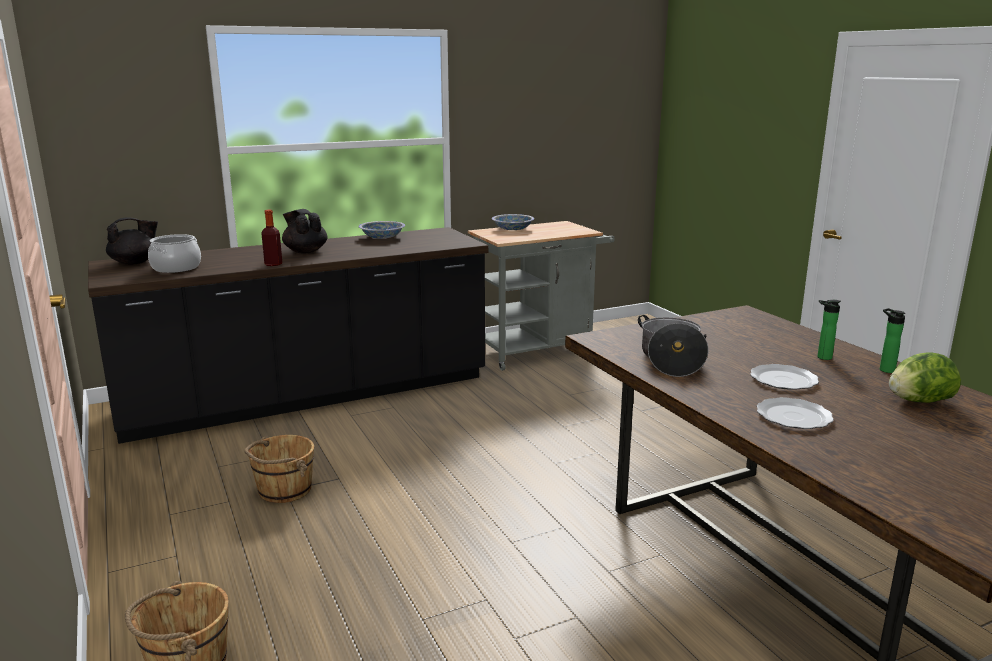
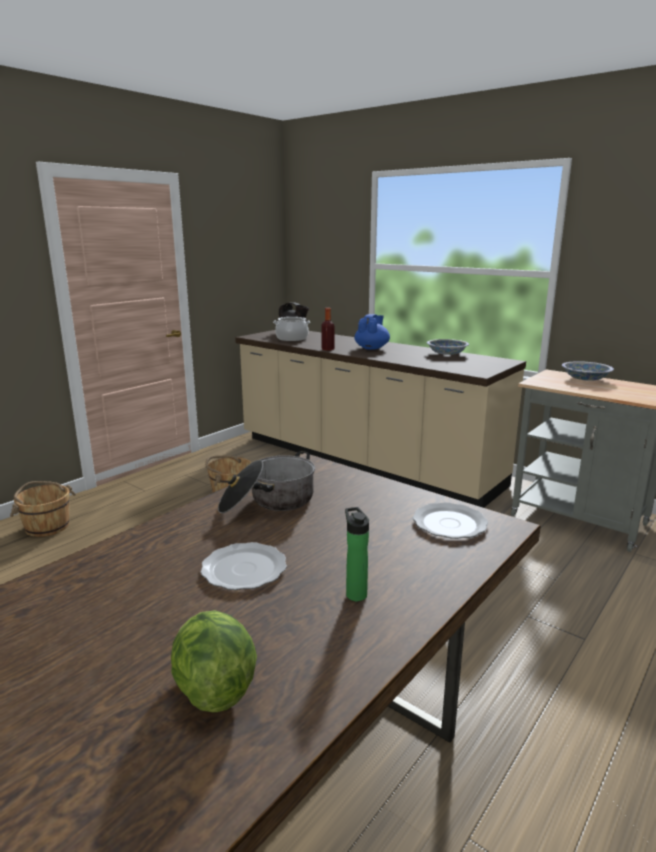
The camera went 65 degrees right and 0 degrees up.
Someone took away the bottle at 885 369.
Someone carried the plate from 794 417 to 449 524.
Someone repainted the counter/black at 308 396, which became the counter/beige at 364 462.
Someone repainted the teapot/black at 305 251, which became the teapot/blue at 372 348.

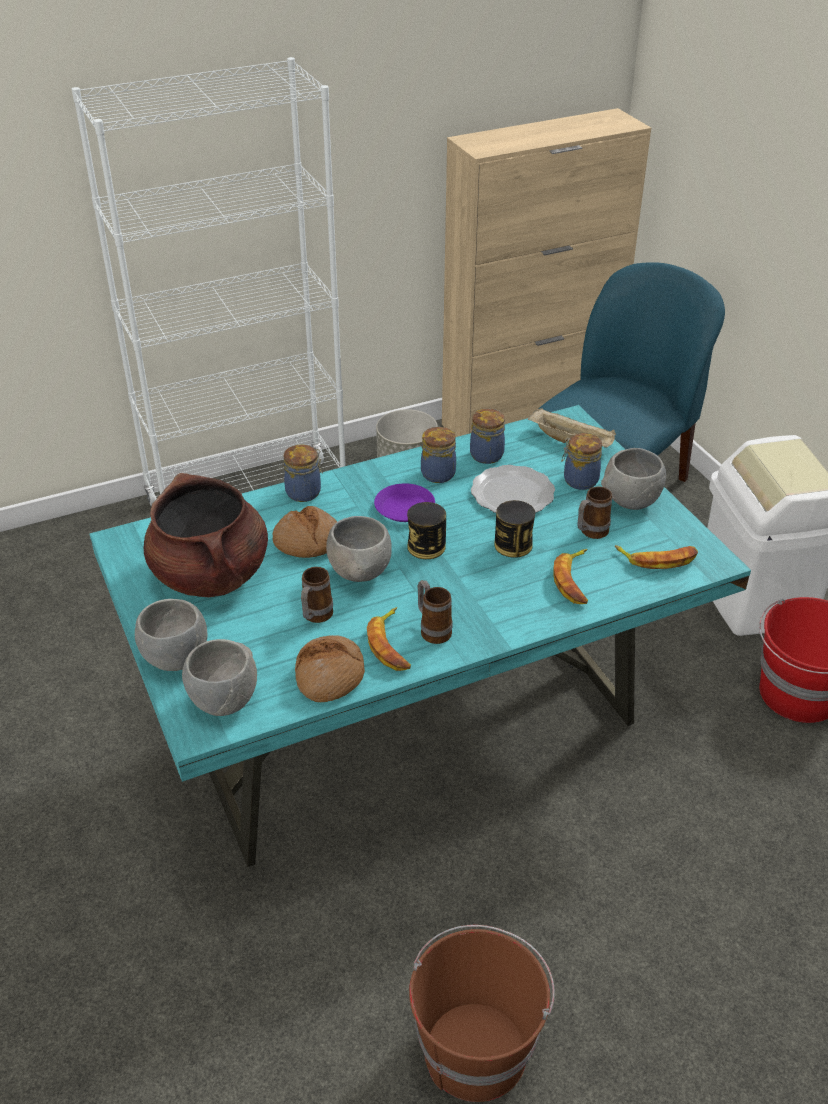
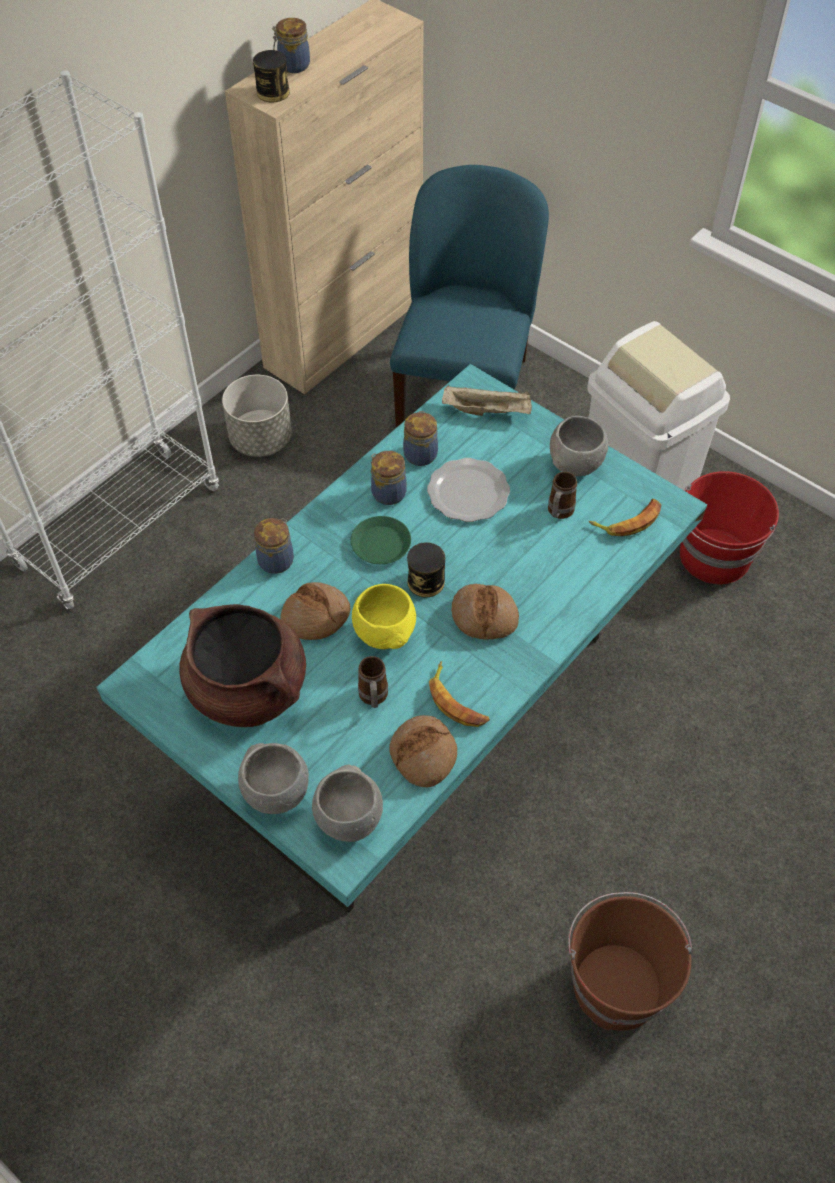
The camera went 25 degrees left and 15 degrees up.
Someone took away the mug at 432 630.
Someone took away the banana at 574 581.
Someone put down the bread at 484 616.
Someone carried the can from 513 545 to 273 92.
Someone carried the jar from 579 480 to 292 65.
Someone repainted the bowl/grey at 360 575, which became the bowl/yellow at 385 636.
Someone repainted the plate/purple at 405 508, which became the plate/green at 381 544.

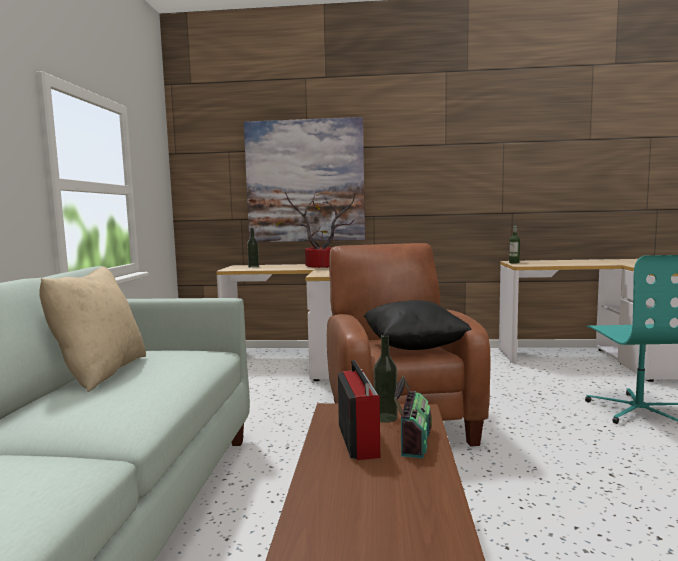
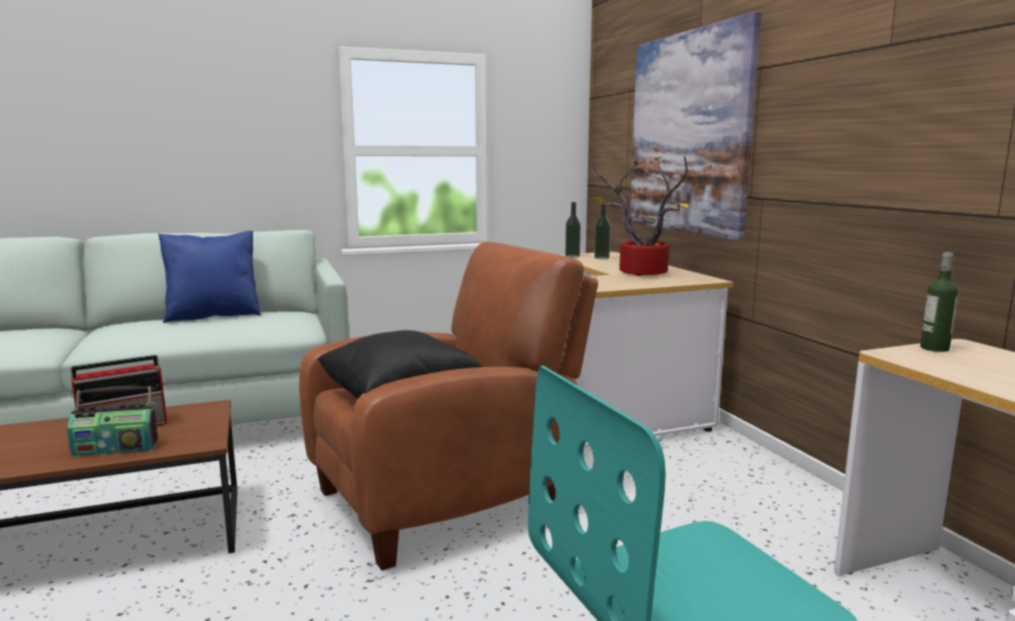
The camera went 65 degrees right and 5 degrees up.
Someone carried the bottle from 385 417 to 572 256.
Someone repainted the pillow/beige at 100 373, which became the pillow/blue at 214 316.

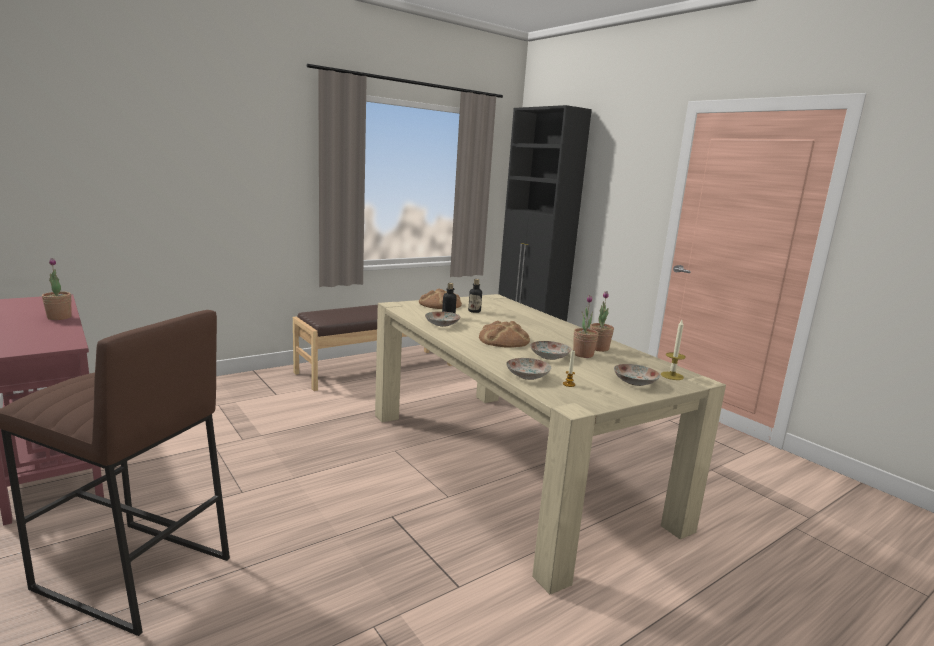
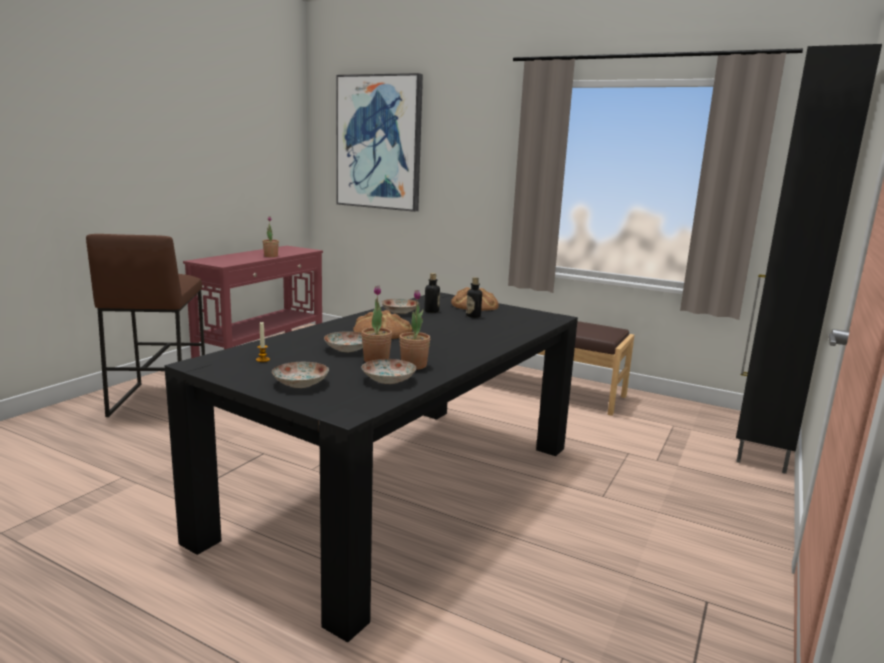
The camera went 65 degrees right and 0 degrees up.
Someone took away the candle at 672 376.
Someone put up the picture at 379 143.
Someone carried the plate from 527 376 to 389 380.
Someone repainted the dining table/beige at 510 465, which became the dining table/black at 402 489.

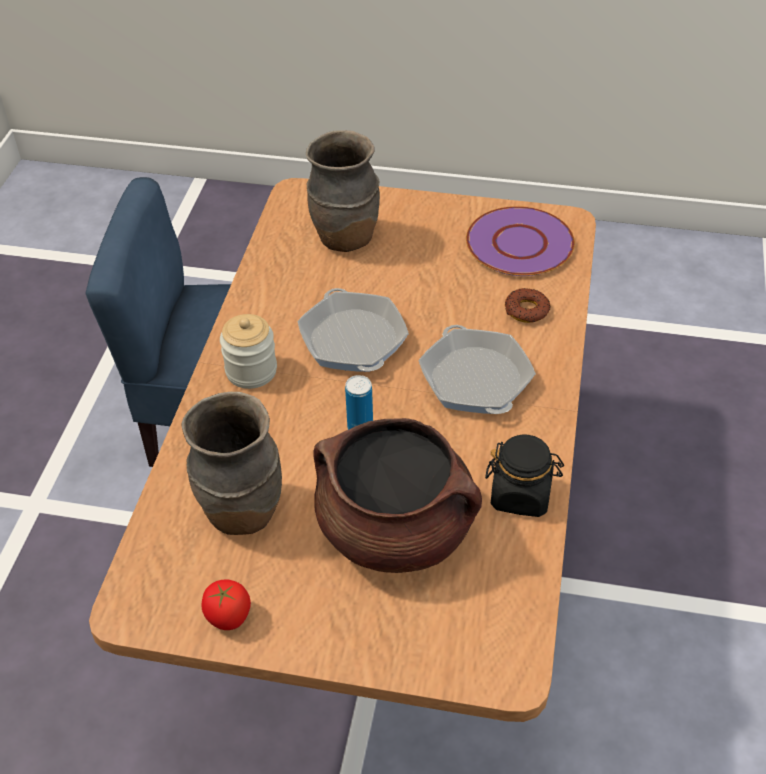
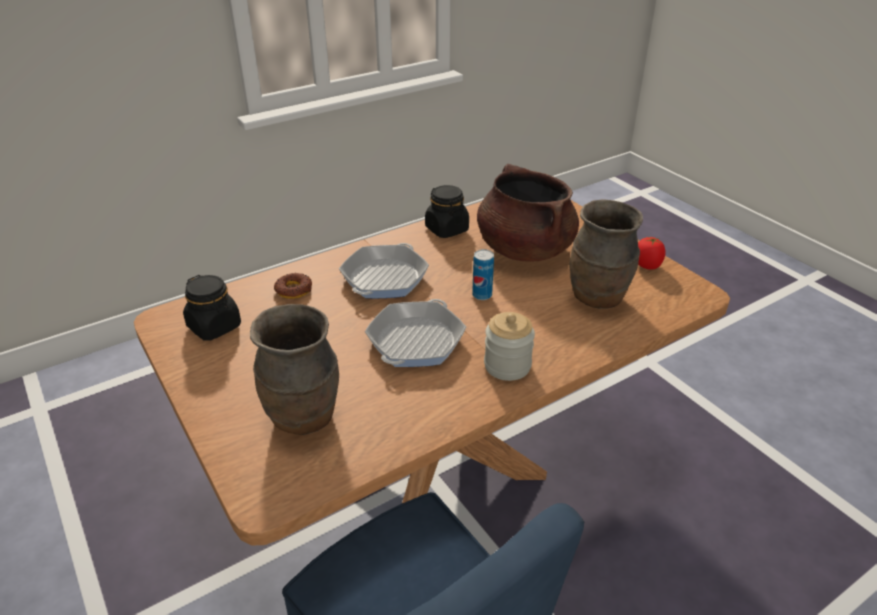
The camera went 135 degrees left and 10 degrees down.
Someone swapped the plate/purple at 520 243 for the jar/black at 215 327.

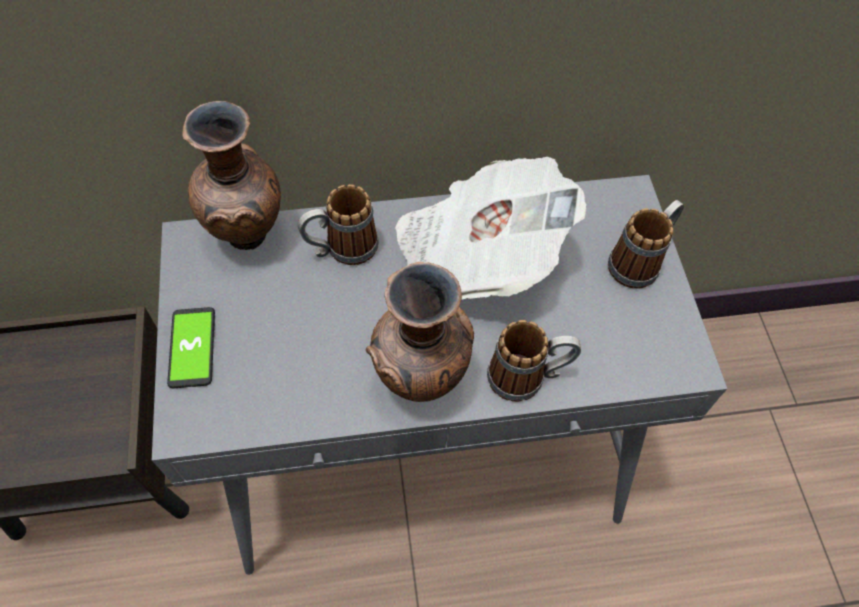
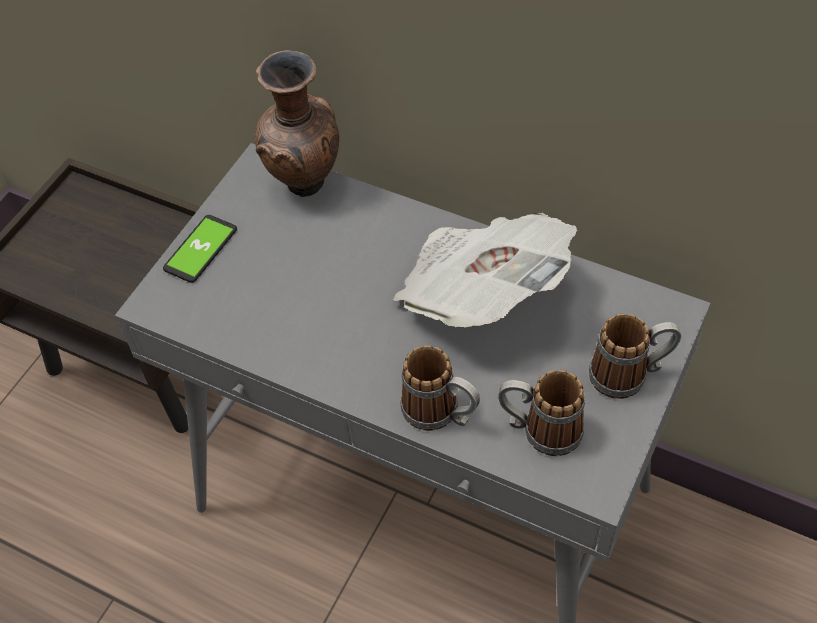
The camera went 40 degrees right and 5 degrees down.
Someone took away the vase/brown at 420 385.
Someone carried the mug from 341 249 to 540 430.

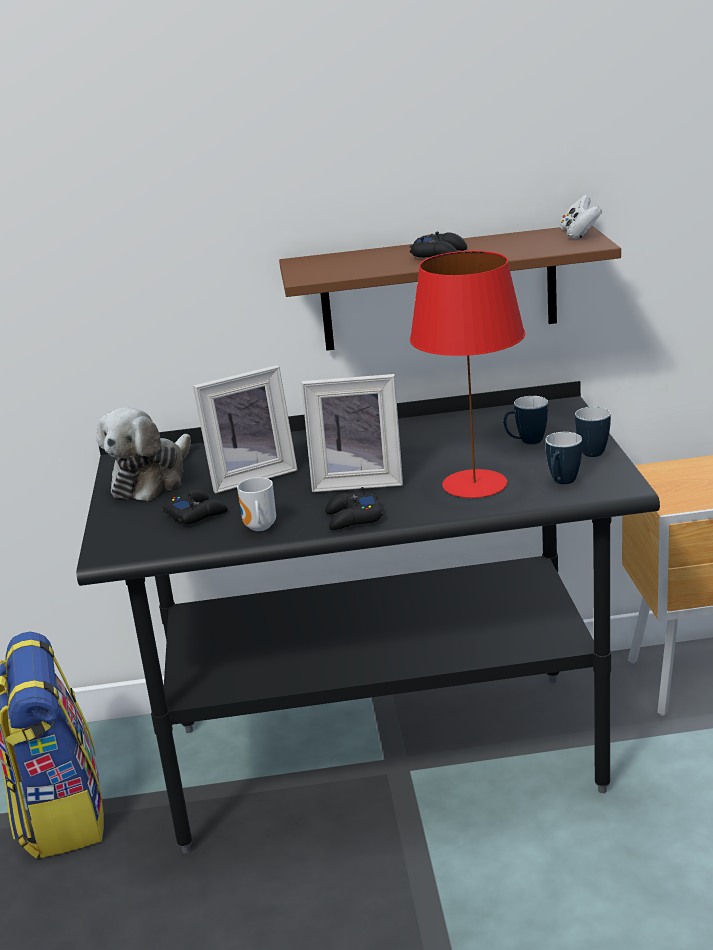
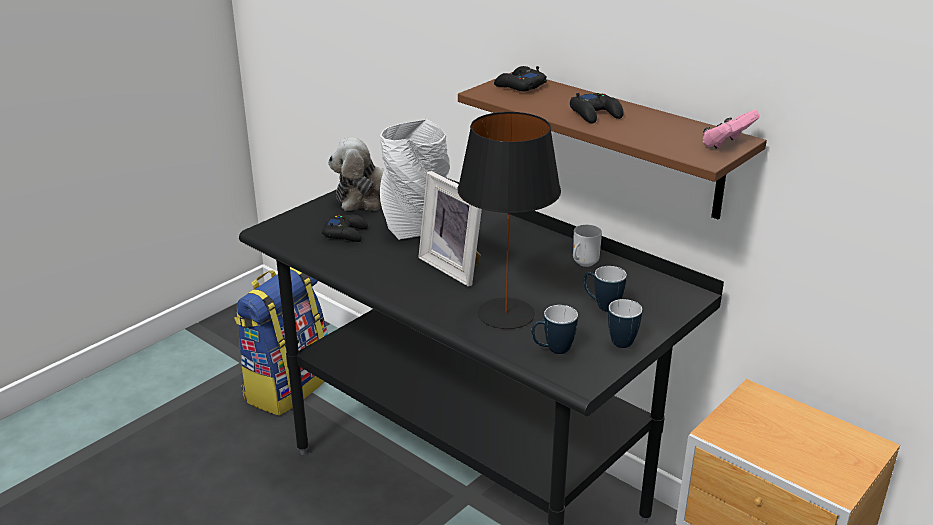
The camera went 45 degrees right and 5 degrees up.
Someone carried the mug from 258 528 to 583 263.
Someone carried the game controller/black from 353 518 to 519 86.
Someone swapped the picture frame at 250 476 for the vase/grey at 417 226.
Someone repainted the table lamp/red at 476 484, which became the table lamp/black at 507 314.
Someone repainted the game controller/white at 579 234, which became the game controller/pink at 726 145.

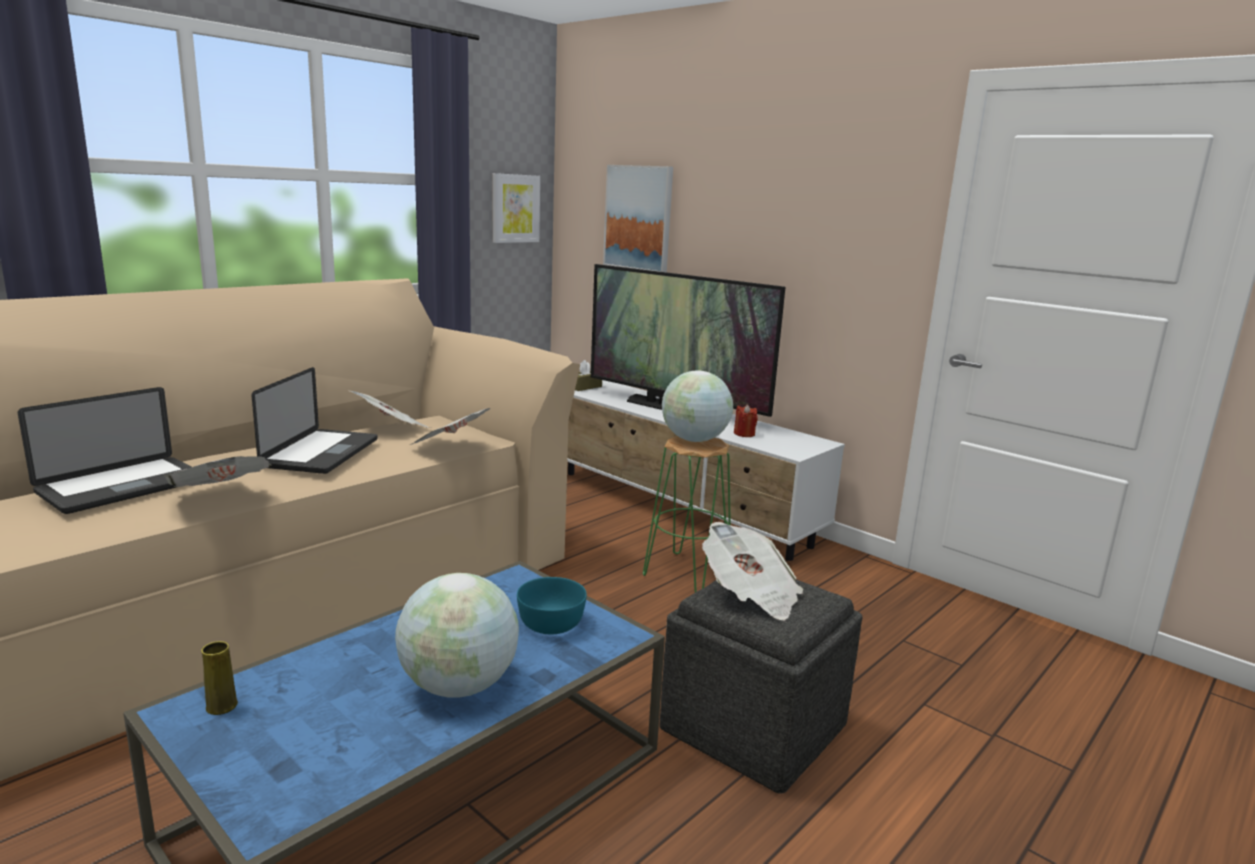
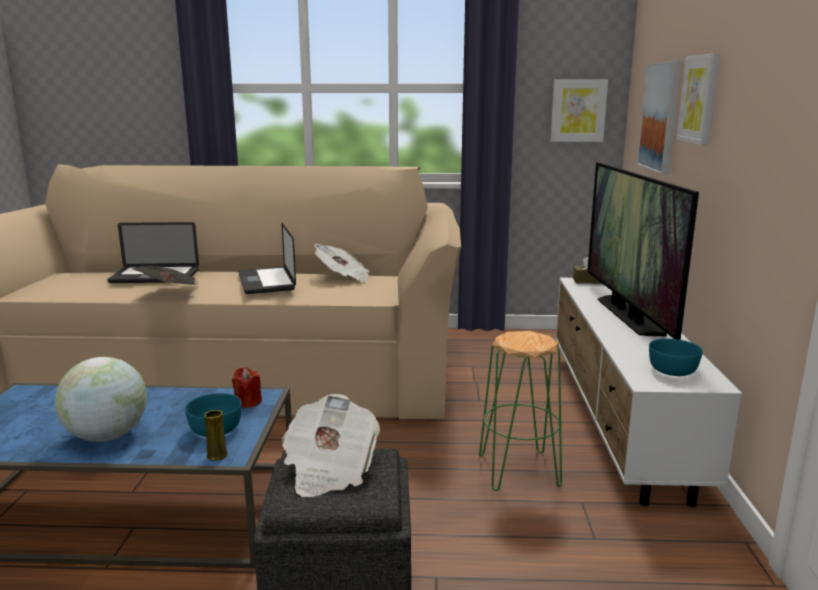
The camera went 50 degrees right and 0 degrees up.
Someone took away the newspaper at 450 447.
Someone took away the globe at 694 440.
Someone put down the bowl/turquoise at 673 370.
Someone put up the picture at 699 99.
Someone carried the vase/yellow from 221 706 to 217 455.
Someone carried the candle/red from 744 434 to 248 402.
Someone rotated the laptop at 321 453 by 105 degrees clockwise.

